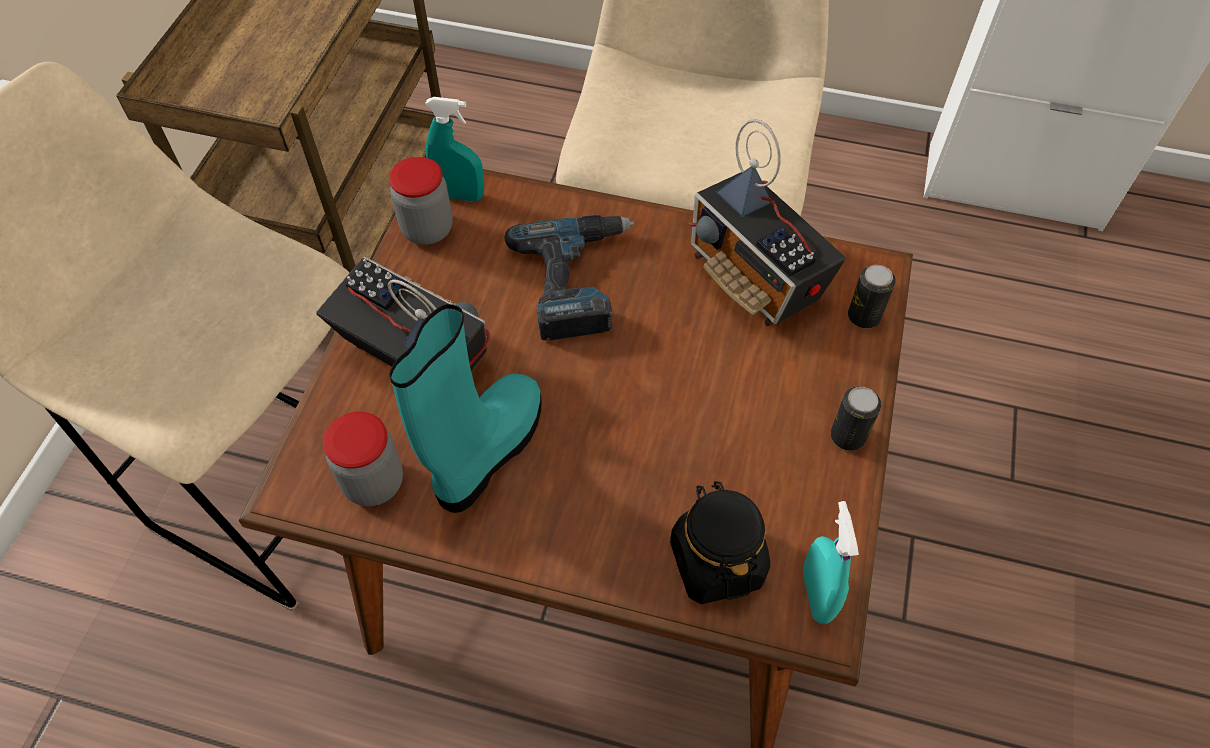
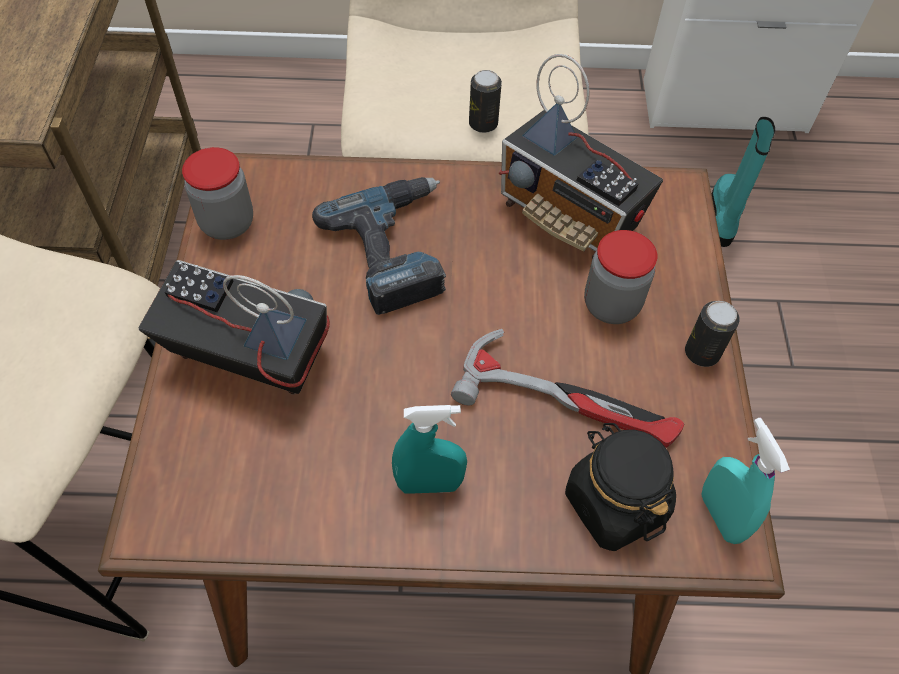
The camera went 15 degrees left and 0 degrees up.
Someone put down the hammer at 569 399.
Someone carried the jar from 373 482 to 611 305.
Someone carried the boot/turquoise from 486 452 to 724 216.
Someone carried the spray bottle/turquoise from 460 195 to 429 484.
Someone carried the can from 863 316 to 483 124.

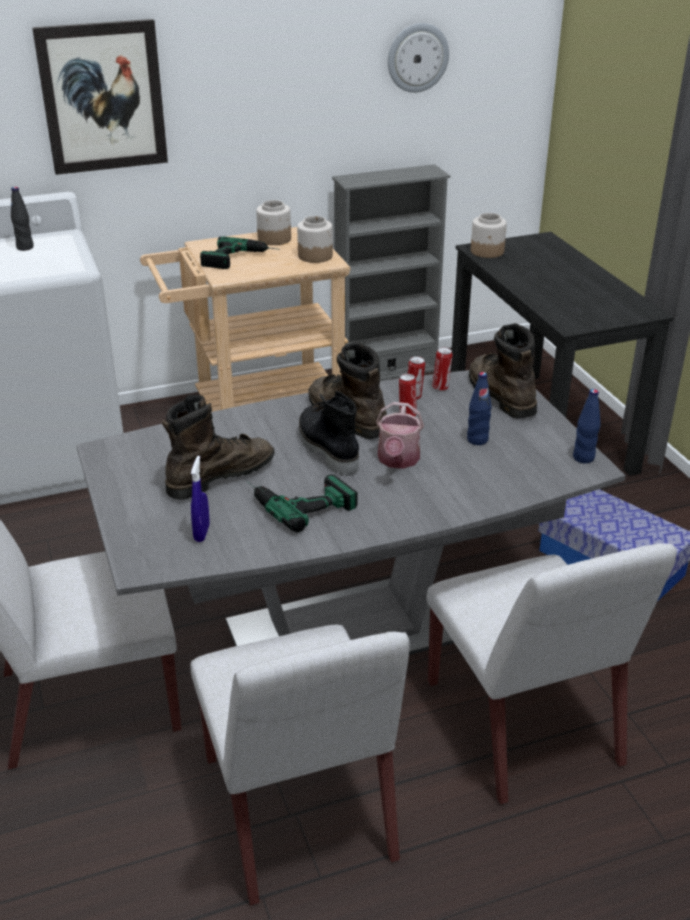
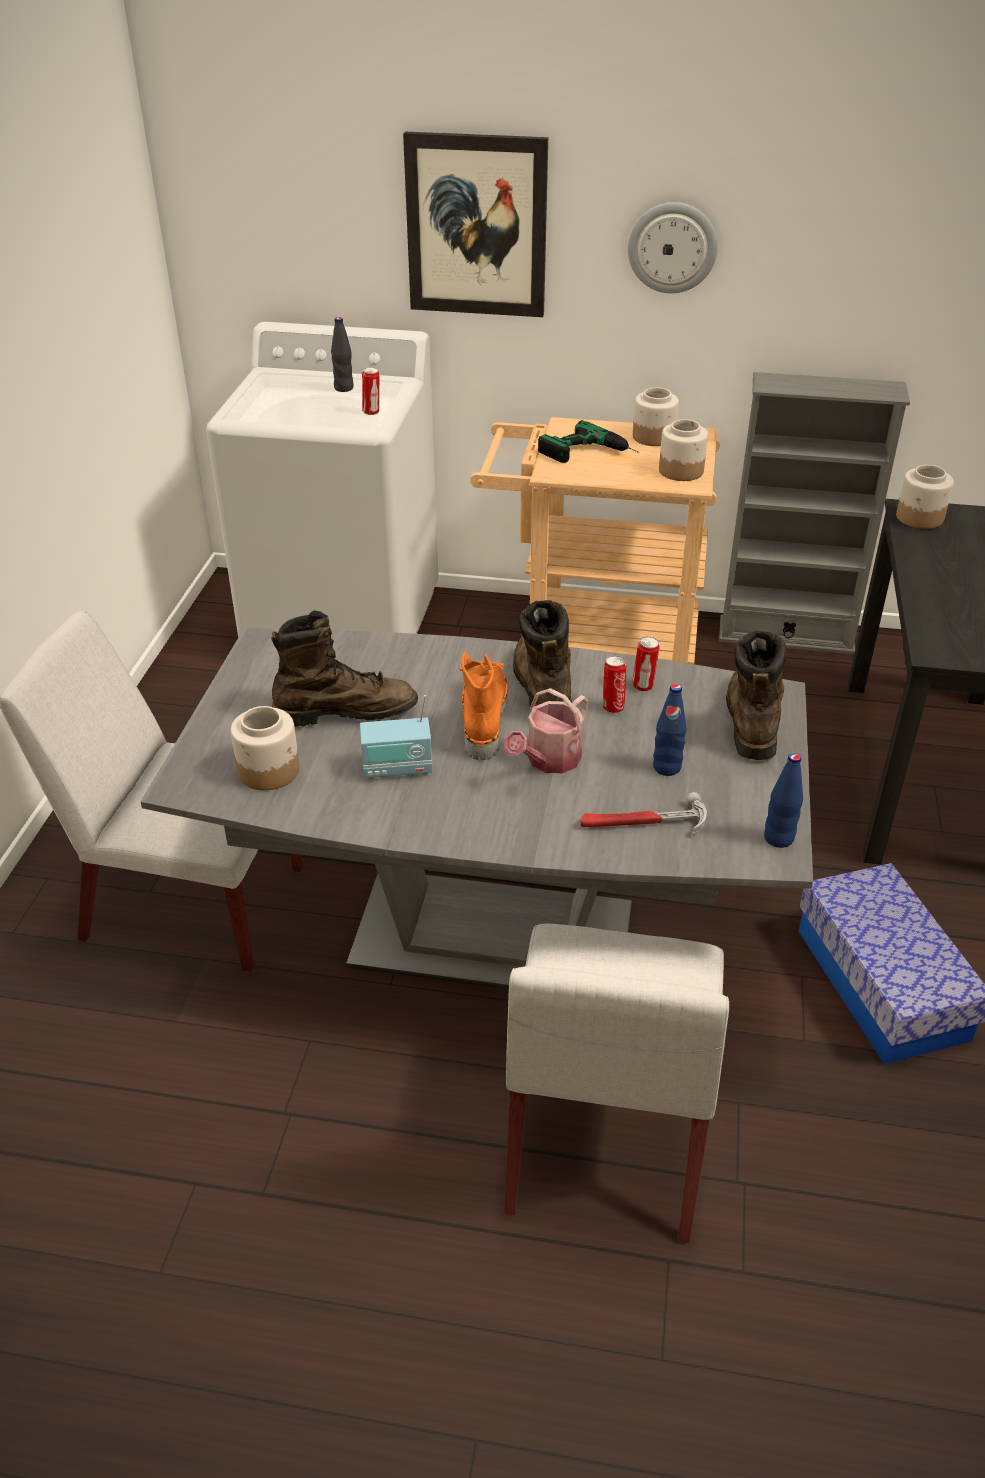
The camera went 30 degrees right and 5 degrees up.
Someone took away the chair/white at 299 810.
Someone put down the hammer at 643 823.
Someone carried the wall clock from 417 57 to 672 247.
Someone carried the can from 441 387 to 372 412.
Someone swapped the spray bottle/blue at 202 533 for the jar at 269 771.
Someone swapped the power drill at 297 500 for the radio at 397 768.
Someone repainted the boot/black at 326 450, which became the boot/orange at 482 719.

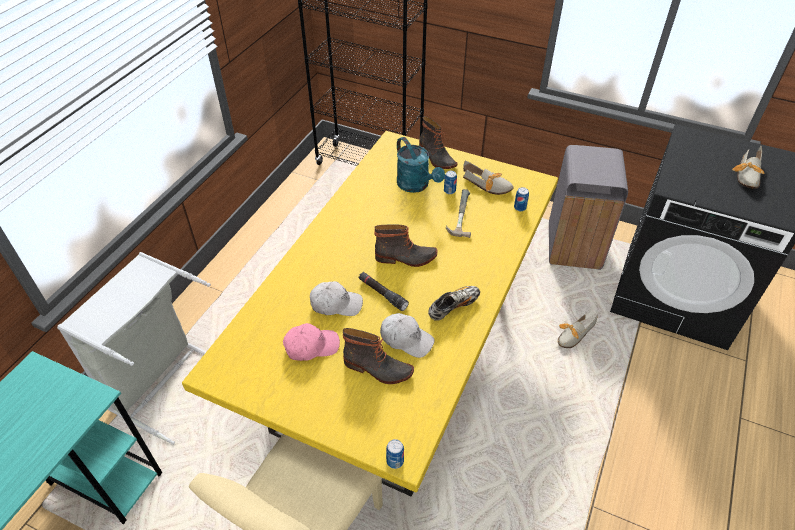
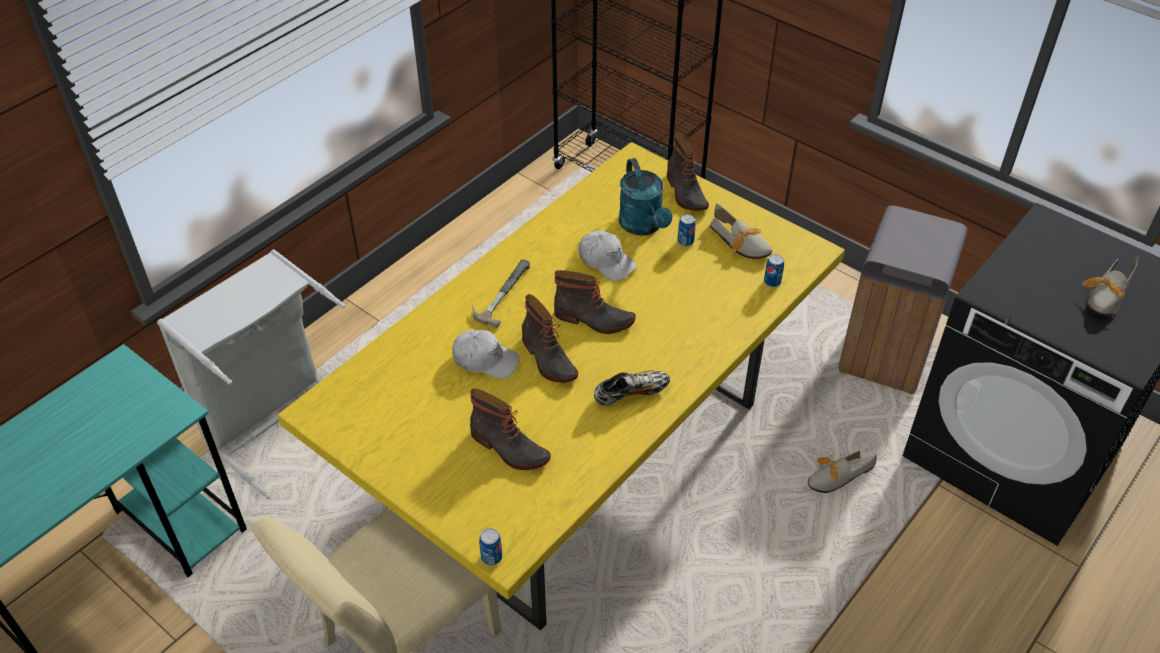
The camera went 15 degrees right and 0 degrees up.
Someone took away the cap/pink at 311 346.
Someone carried the cap/white from 406 339 to 606 261.
Someone carried the hammer from 458 214 to 499 293.
Someone swapped the flashlight/black at 382 294 for the boot at 547 359.

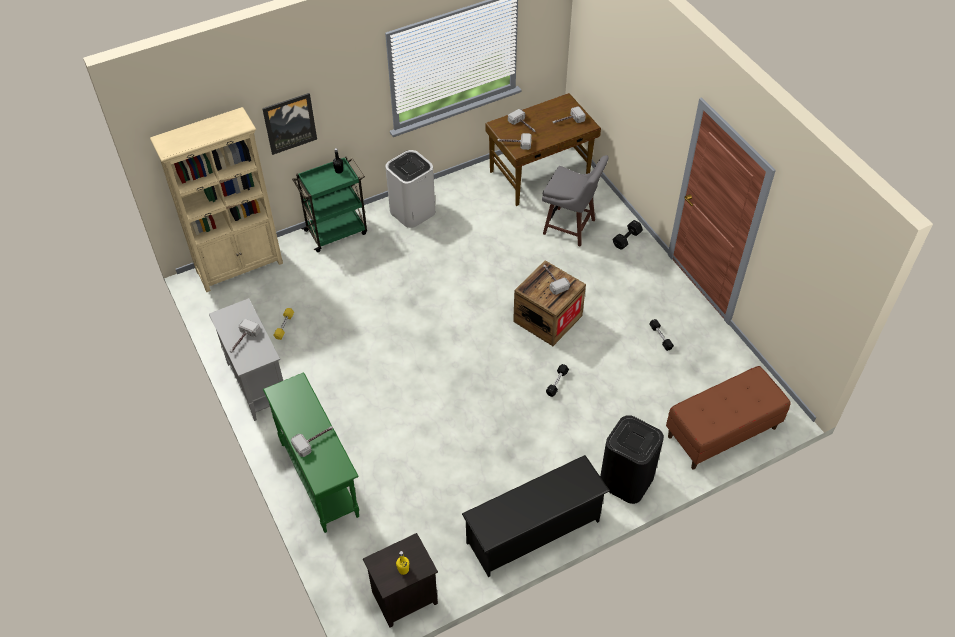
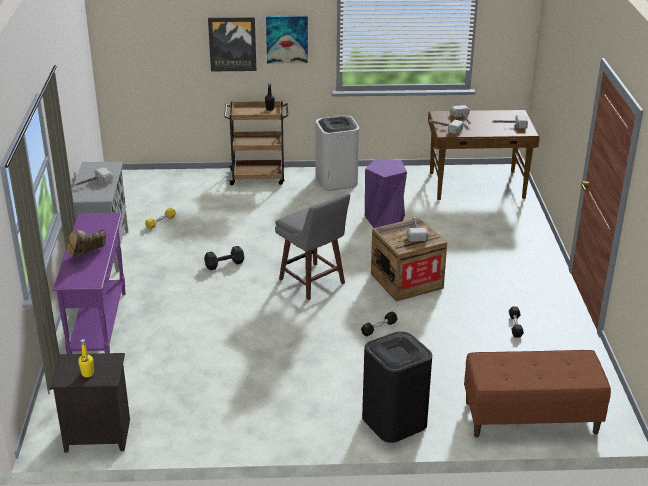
The camera went 25 degrees right and 20 degrees down.
Someone took away the bookcase/beige at 240 267.
Someone took away the shoe rack/black at 533 532.
Someone put up the picture at 287 39.
Someone put down the stool/purple at 385 219.
Someone carried the stool/grey from 570 228 to 312 282.
Someone carried the dumbbell/black from 627 239 to 225 264.
Someone swapped the hammer at 314 440 for the boot/brown at 87 255.
Someone repainted the console table/green at 319 479, which became the console table/purple at 99 327.
Someone repainted the cart/green at 337 231, which became the cart/brown at 258 177.

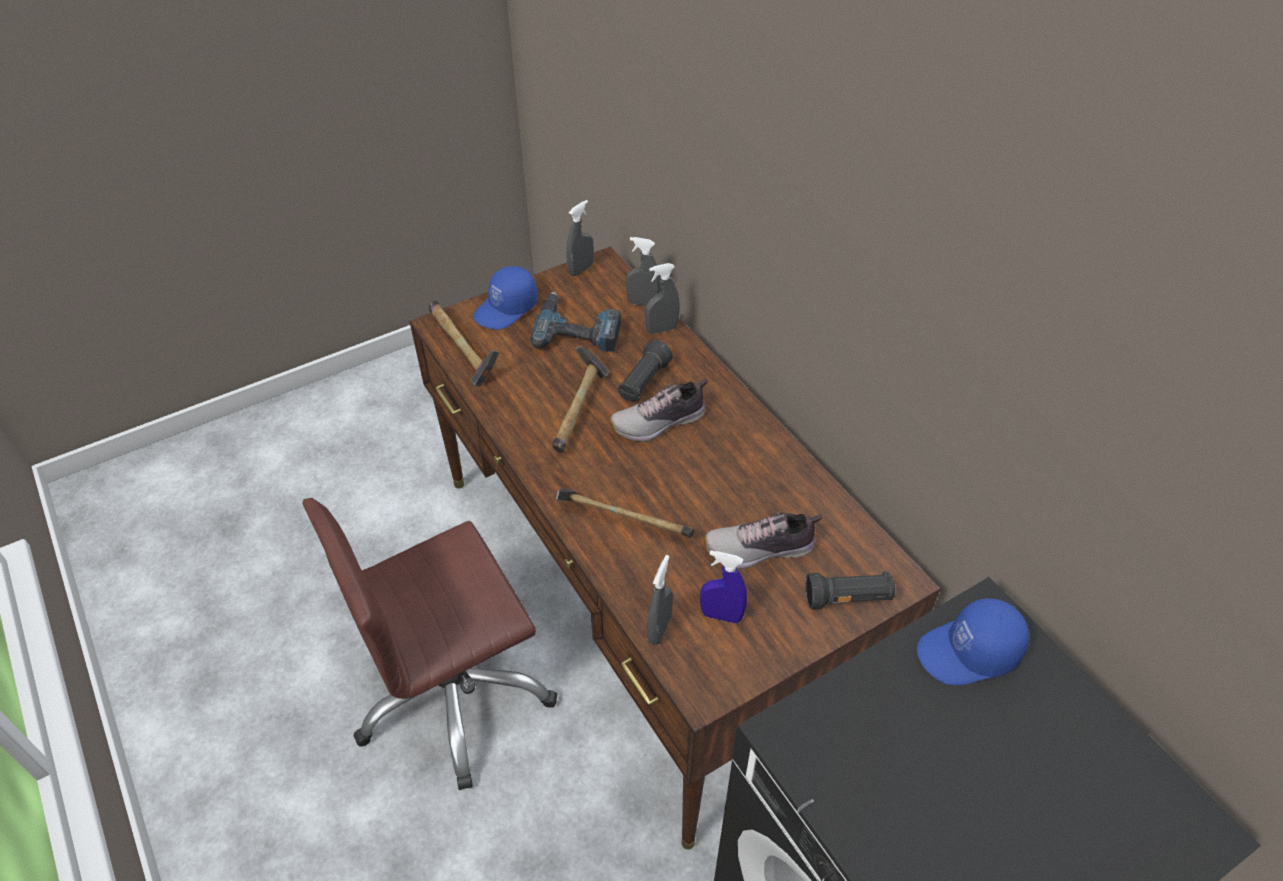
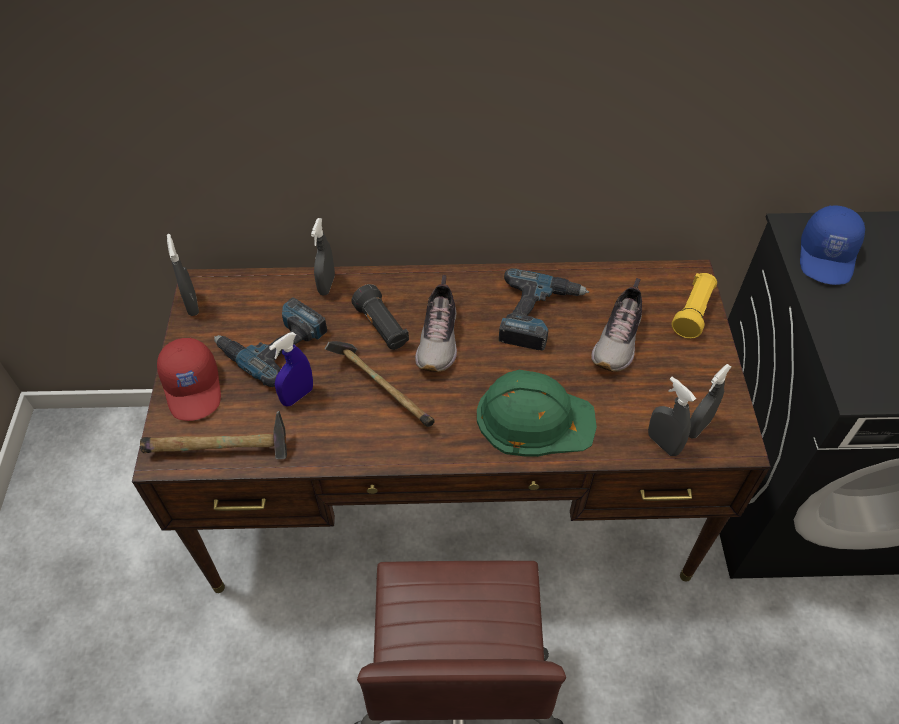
The camera went 60 degrees left and 5 degrees up.
Someone put down the power drill at 538 315.
Someone carried the spray bottle/grey from 643 303 to 698 427.
Someone carried the spray bottle/blue from 721 615 to 297 396.
Someone swapped the hammer at 621 522 for the hard hat/green at 534 418.
Someone repainted the cap/blue at 506 309, which became the cap/red at 194 387.
Someone repainted the flashlight/black at 848 599, which became the flashlight/yellow at 693 313.

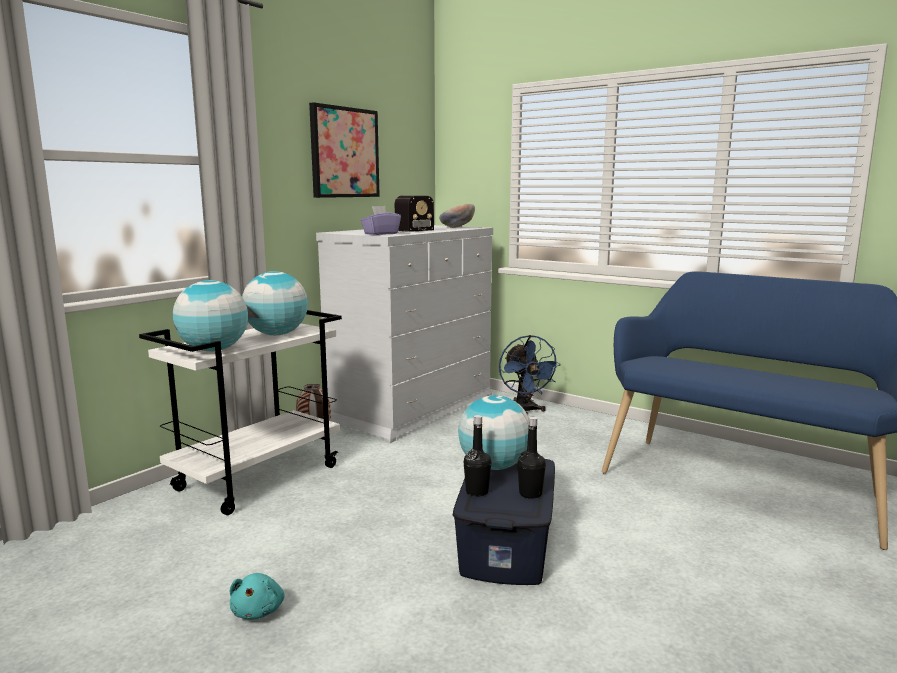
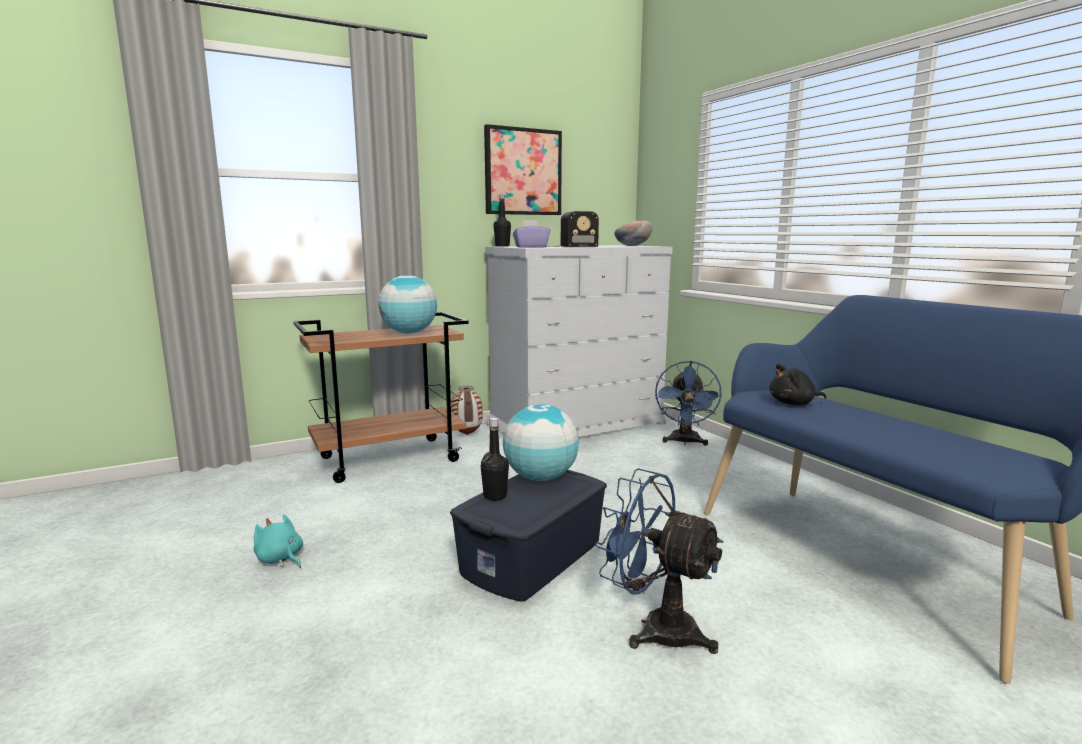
The camera went 25 degrees right and 0 degrees up.
Someone took away the globe at 214 350.
Someone put down the fan/blue at 656 627.
Someone put down the plush toy/black at 794 403.
Someone carried the bottle/black from 530 493 to 502 246.
Someone repainted the cart/white at 258 477, which became the cart/brown at 390 459.
Someone rotated the plush toy/turquoise at 259 610 by 105 degrees clockwise.

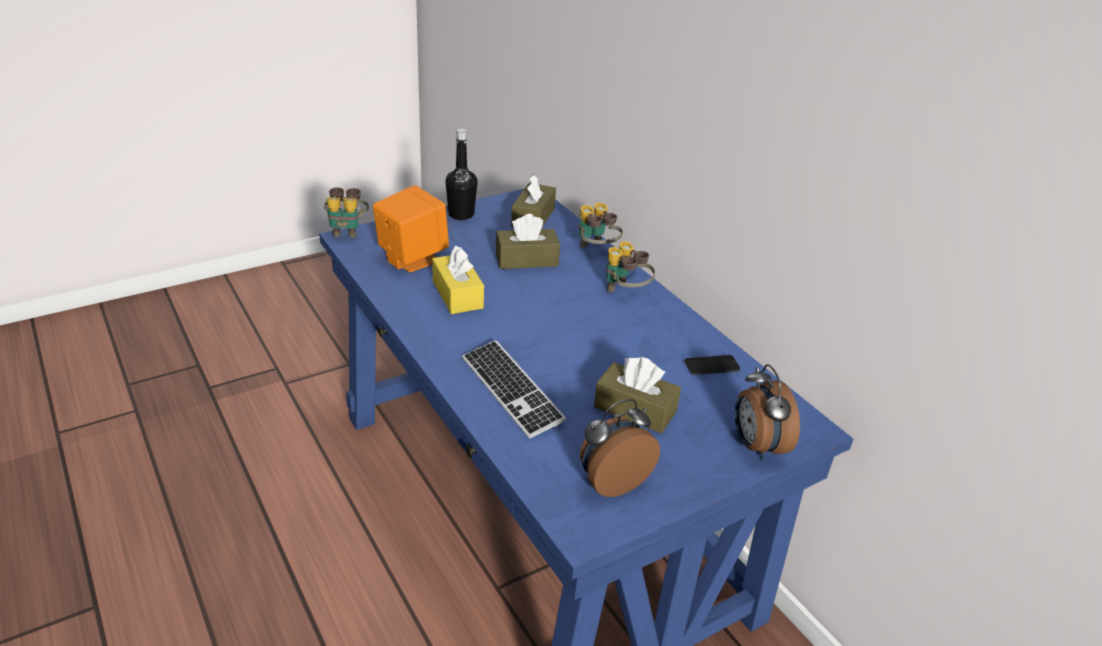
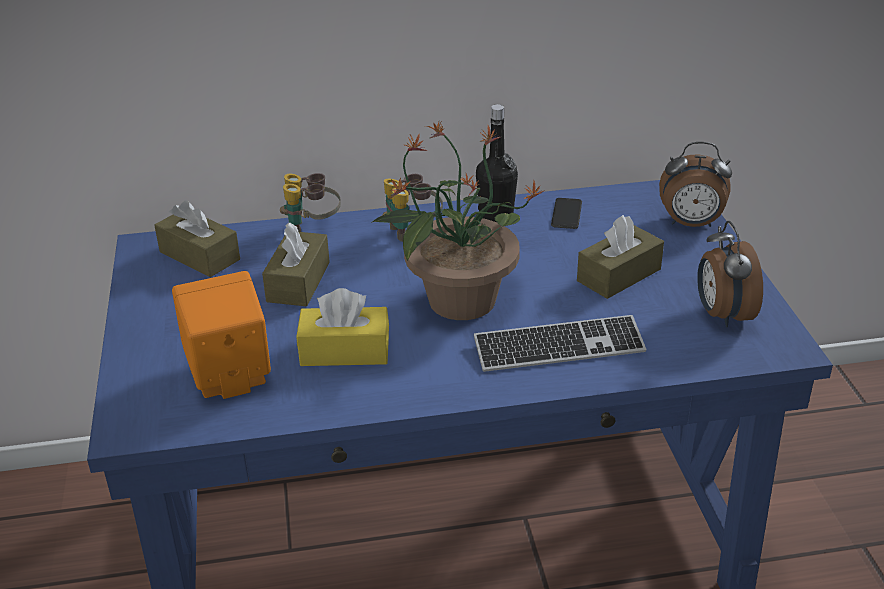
The camera went 65 degrees left and 0 degrees up.
Someone took away the binoculars at 347 231.
Someone put down the potted plant at 459 300.
Someone carried the bottle/black from 461 214 to 496 216.

